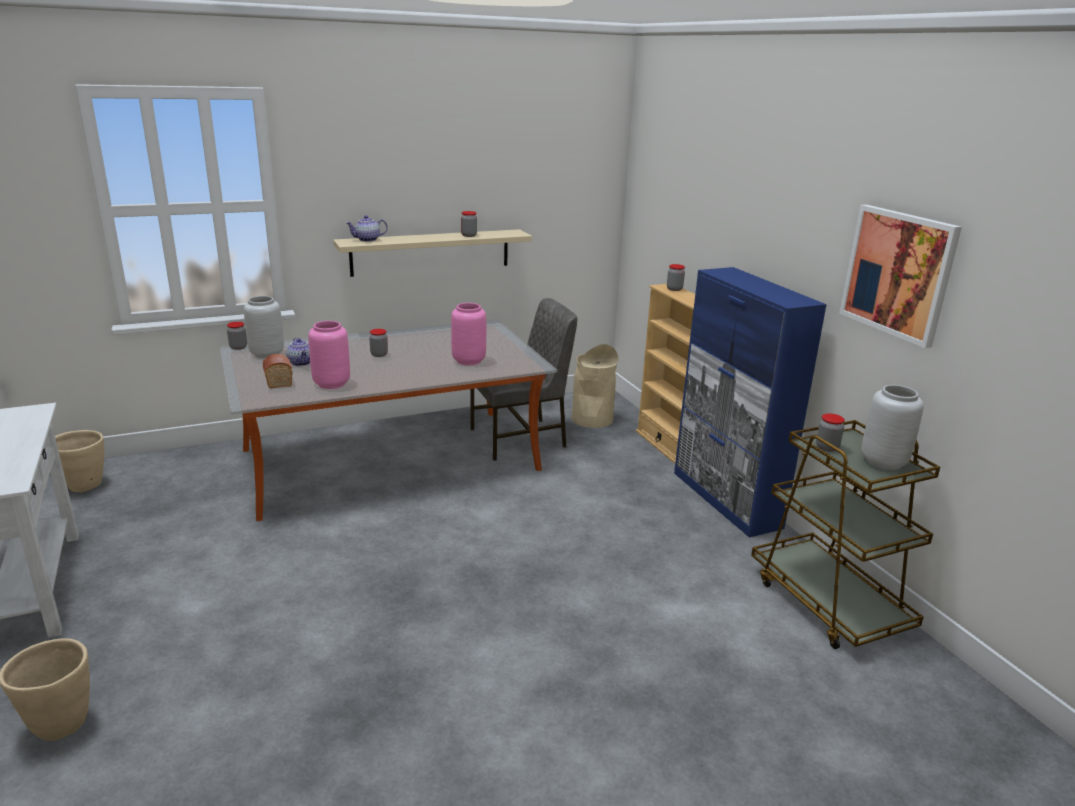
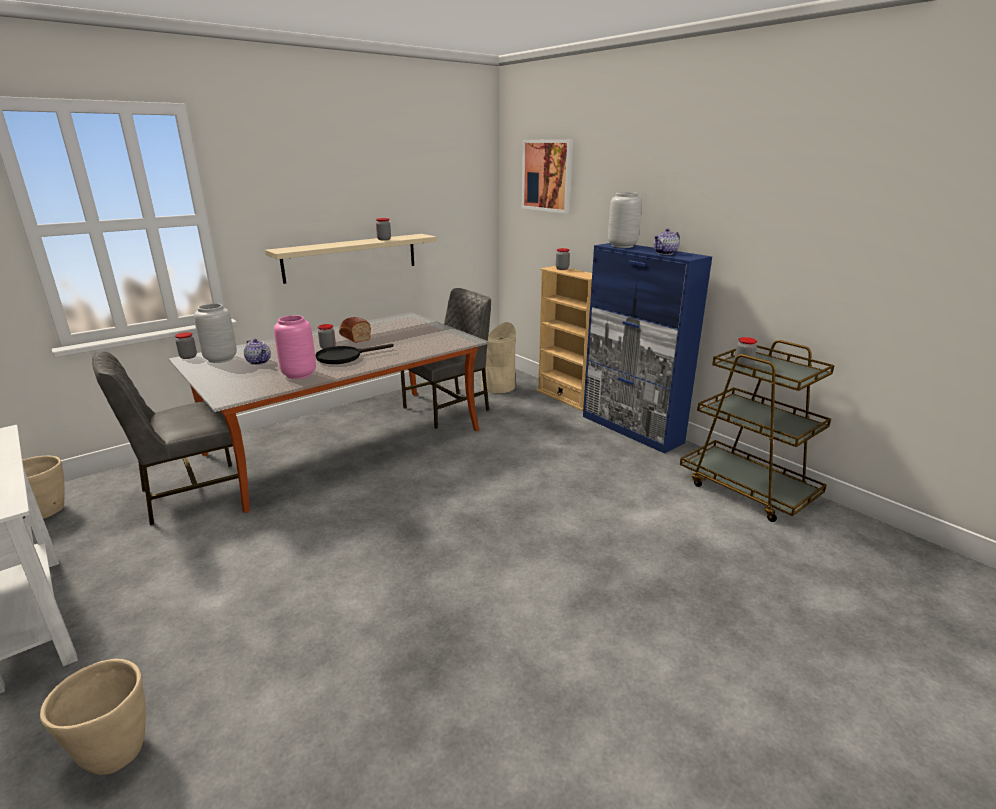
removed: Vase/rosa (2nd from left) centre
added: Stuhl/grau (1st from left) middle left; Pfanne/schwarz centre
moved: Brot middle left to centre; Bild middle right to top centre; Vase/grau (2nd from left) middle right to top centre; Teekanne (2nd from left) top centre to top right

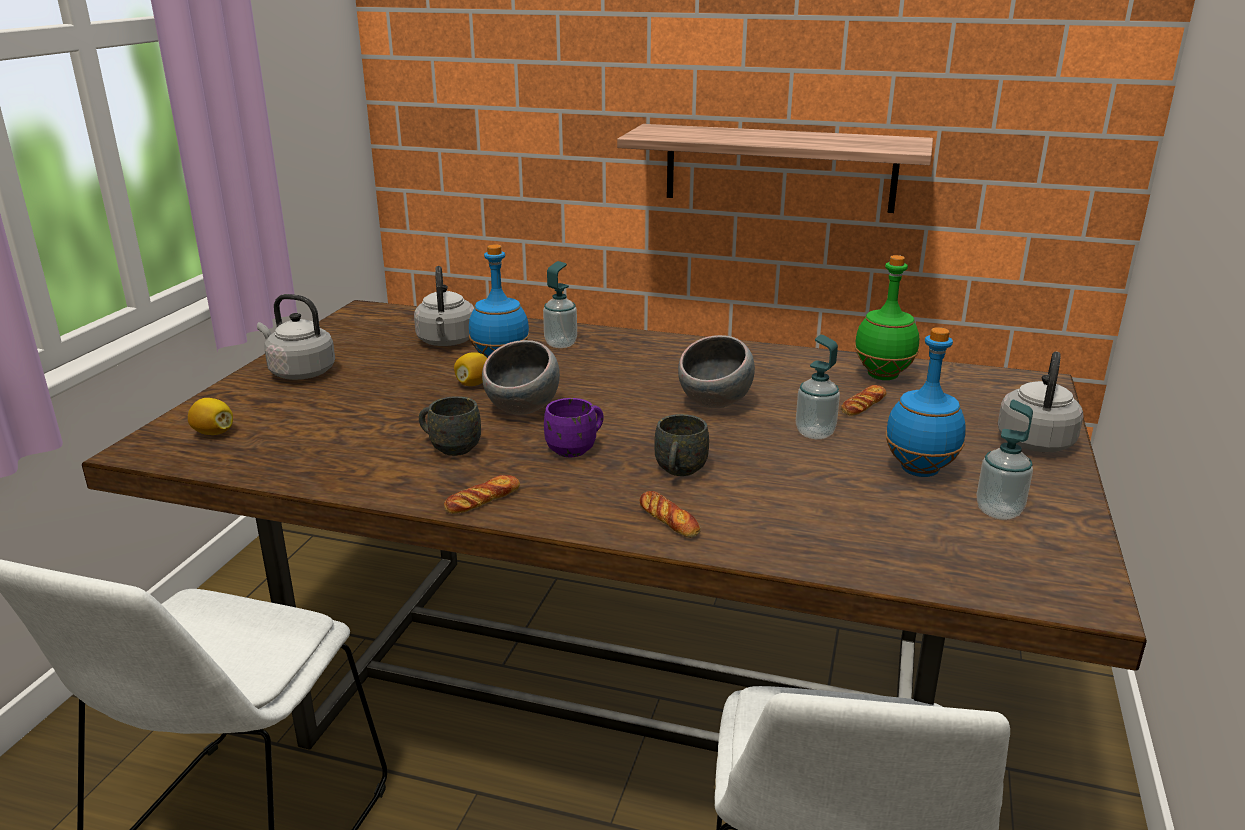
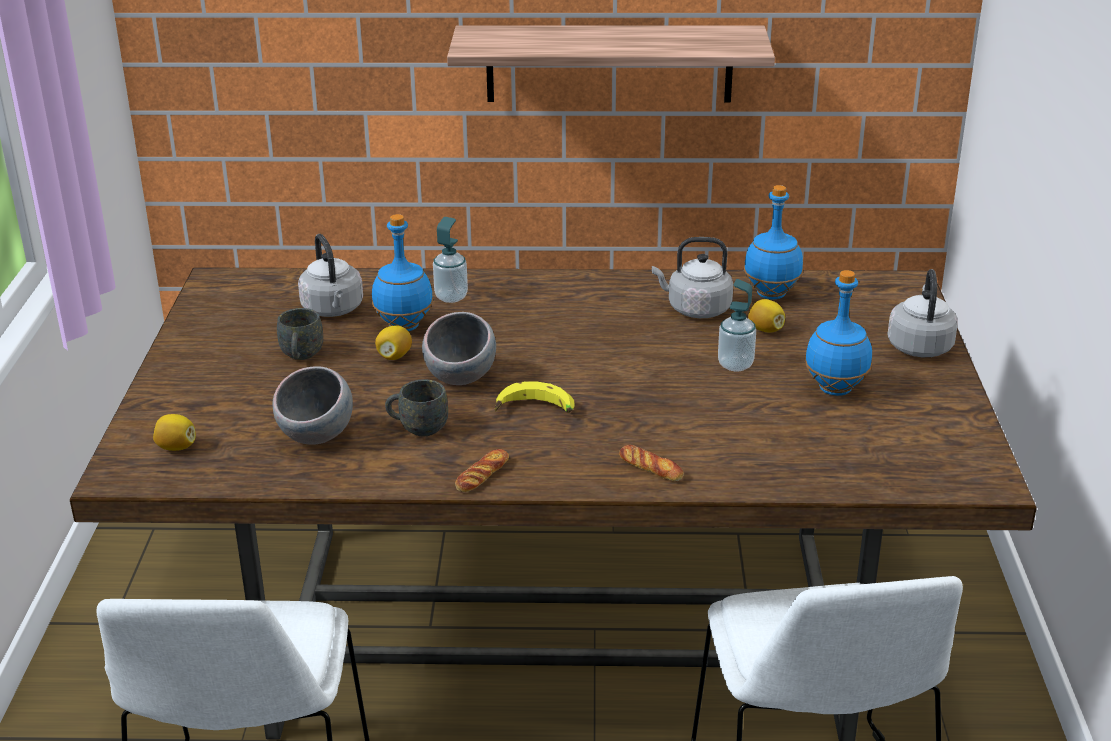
removed: Seifenspender (3rd from left) middle right
moved: Schüssel/grau (2nd from left in the first image) centre to Schüssel/grau (1st from left) middle left; Henkelbecher/grau (2nd from left in the first image) centre to Henkelbecher/grau (1st from left) middle left; Wasserkessel/grau (1st from left in the first image) middle left to Wasserkessel/grau (2nd from left) centre
replaced: Henkelbecher/lila centre to Banane centre; Brot (3rd from left) middle right to Zitrone (3rd from left) middle right
recoloured: Flasche/grün middle right to Flasche/blau (2nd from left) top right

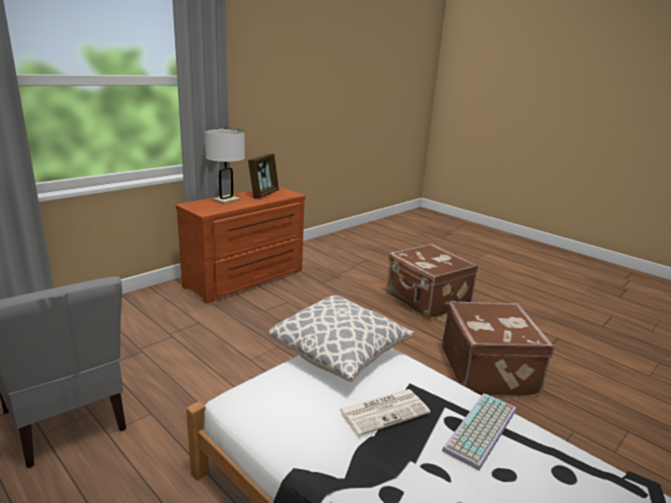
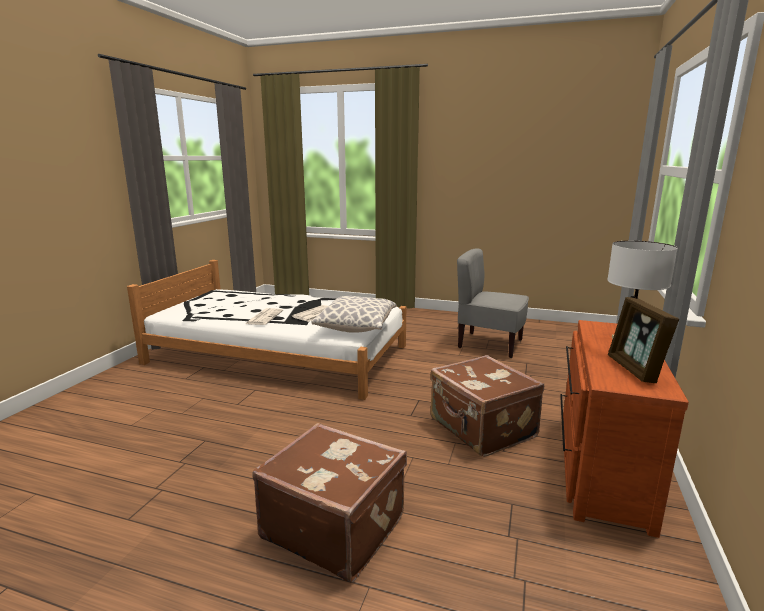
moved: Koffer/braun (2nd from left) bottom right to centre
replaced: Tastatur bottom right to Zeitung (1st from left) centre

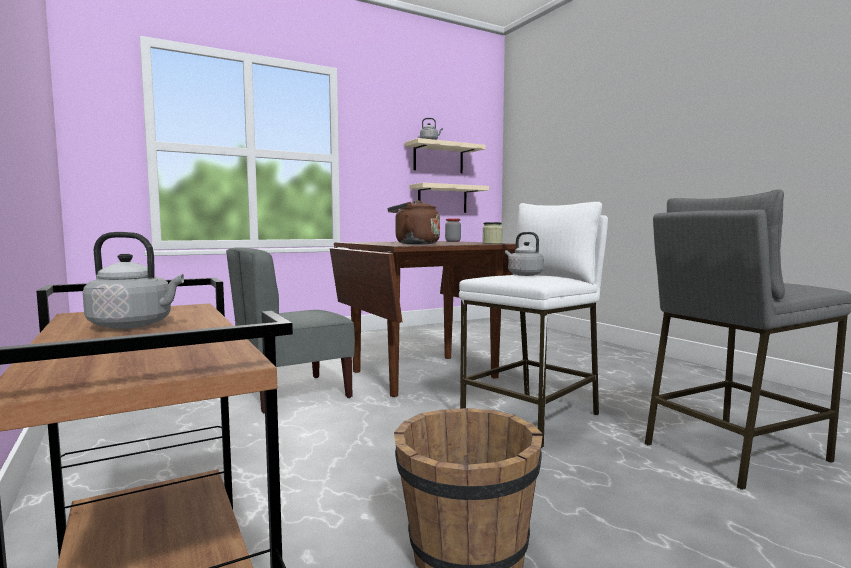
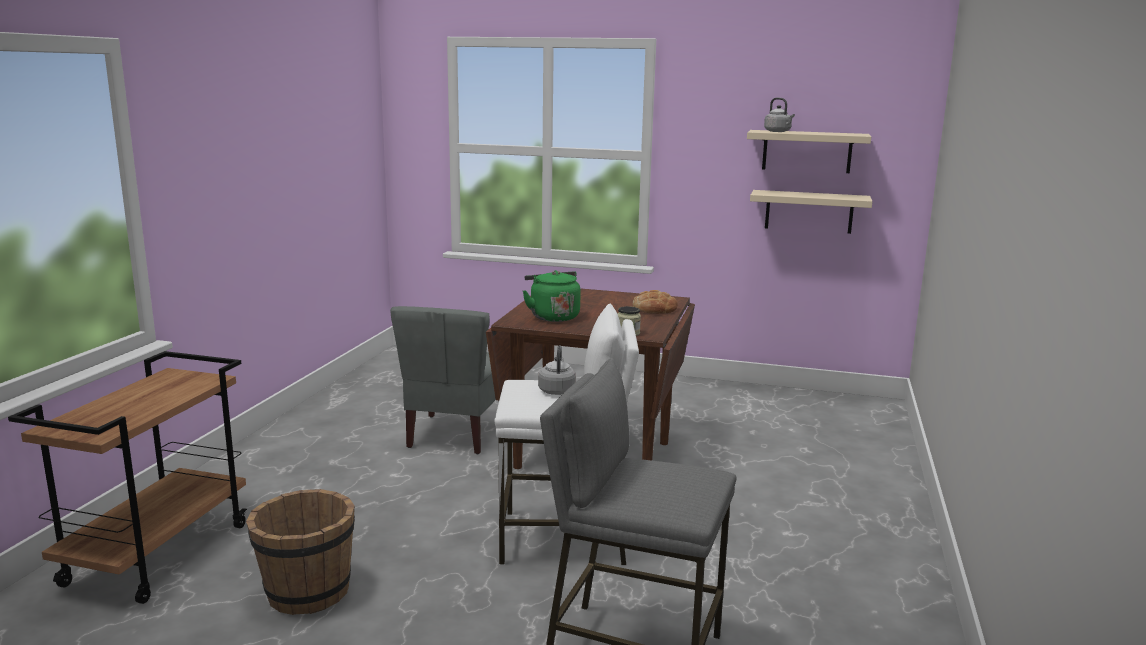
removed: Wasserkessel/grau (1st from left) middle left
replaced: Vorratsglas (1st from left) centre to Brot centre
recoloured: Wasserkessel/braun centre to Wasserkessel/grün centre
turned: Stuhl/grau centre = centre 90 degrees counterclockwise

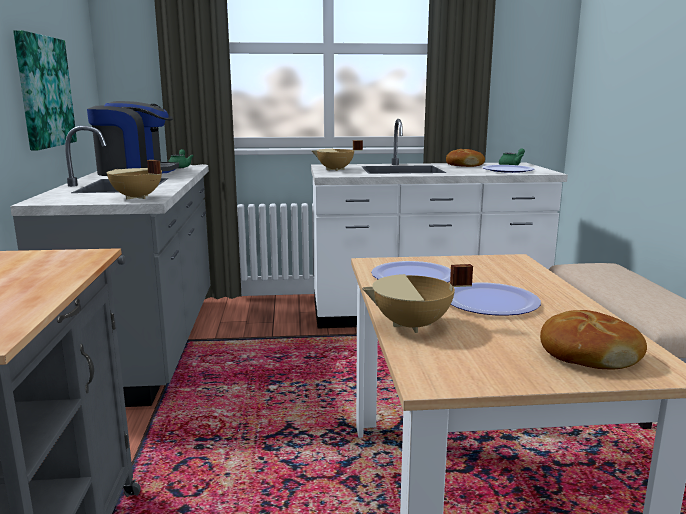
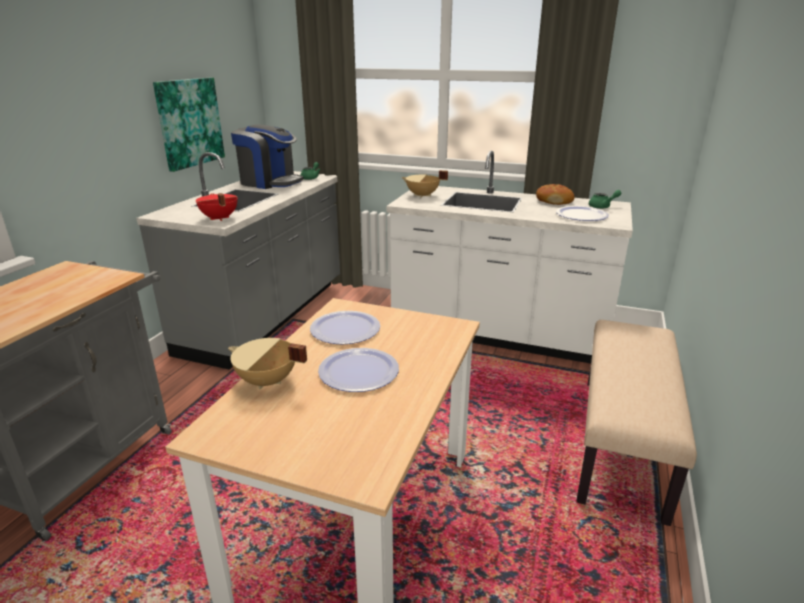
removed: Brot (2nd from left) middle right
recoloured: Kochtopf/beige (1st from left) middle left to Kochtopf/rot middle left

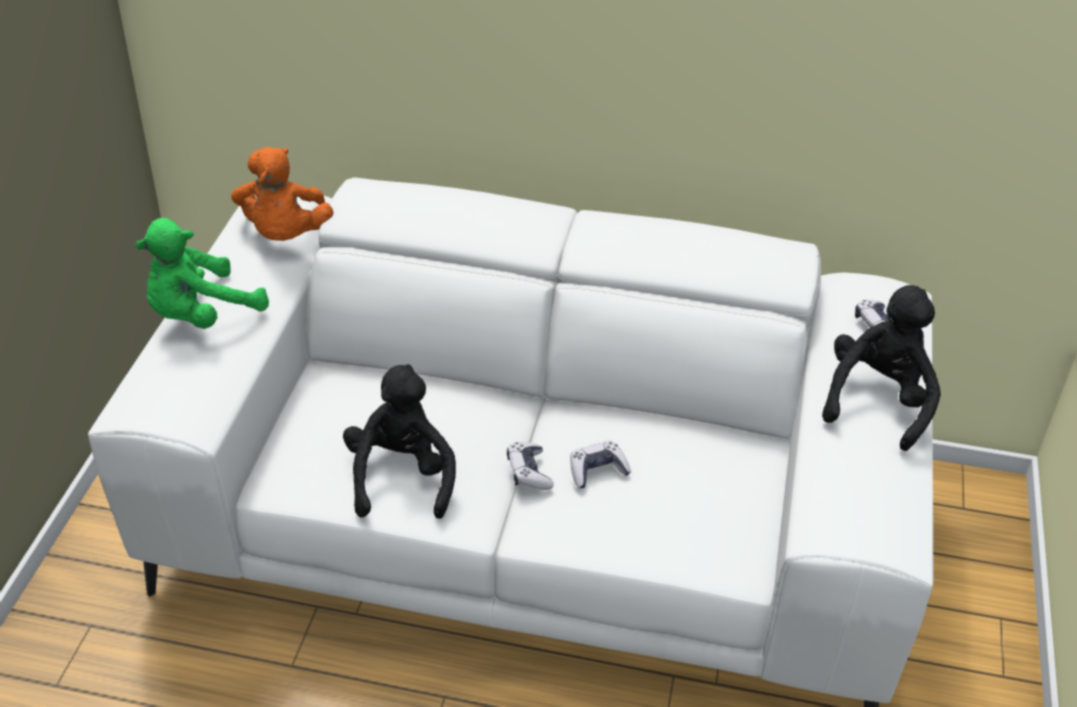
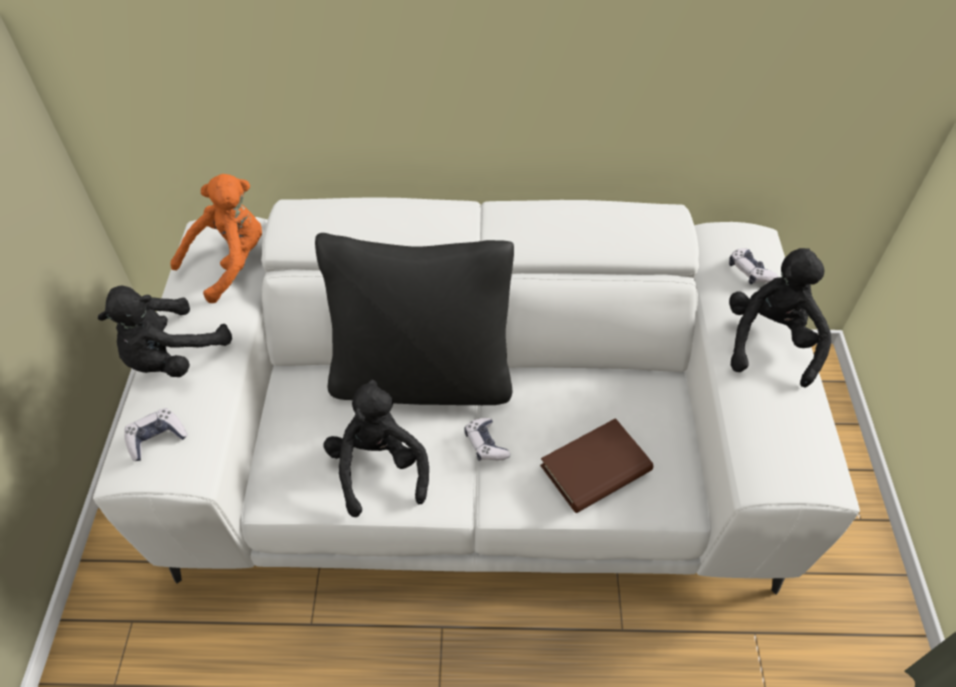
added: Kissen/schwarz centre; Buch/braun bottom centre
moved: Gamepad (2nd from left in the first image) centre to Gamepad (1st from left) middle left
recoloured: Plüschtier/grün middle left to Plüschtier/schwarz (1st from left) middle left
turned: Plüschtier/orange top left = middle left 120 degrees counterclockwise

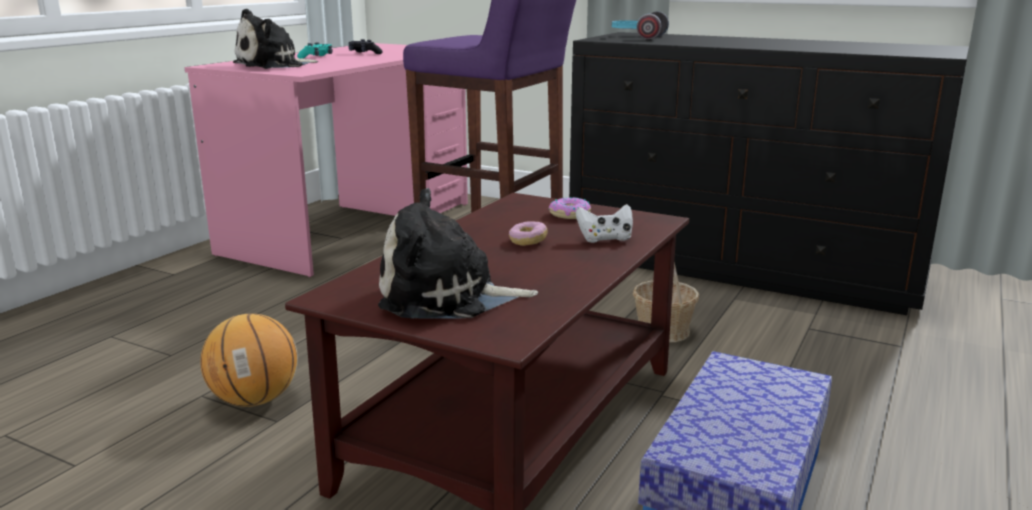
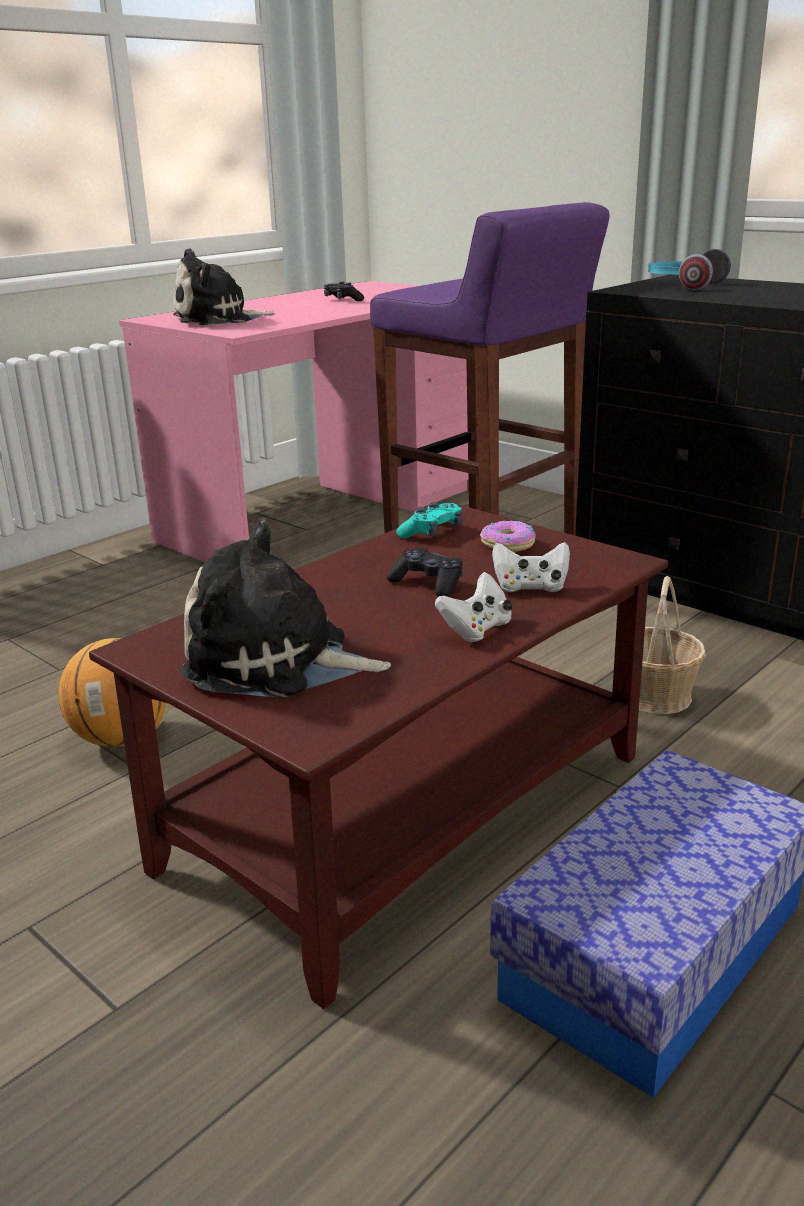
added: Gamepad/weiß (1st from left) centre
moved: Gamepad/türkis top left to centre
replaced: Donut (1st from left) centre to Gamepad/schwarz (2nd from left) centre

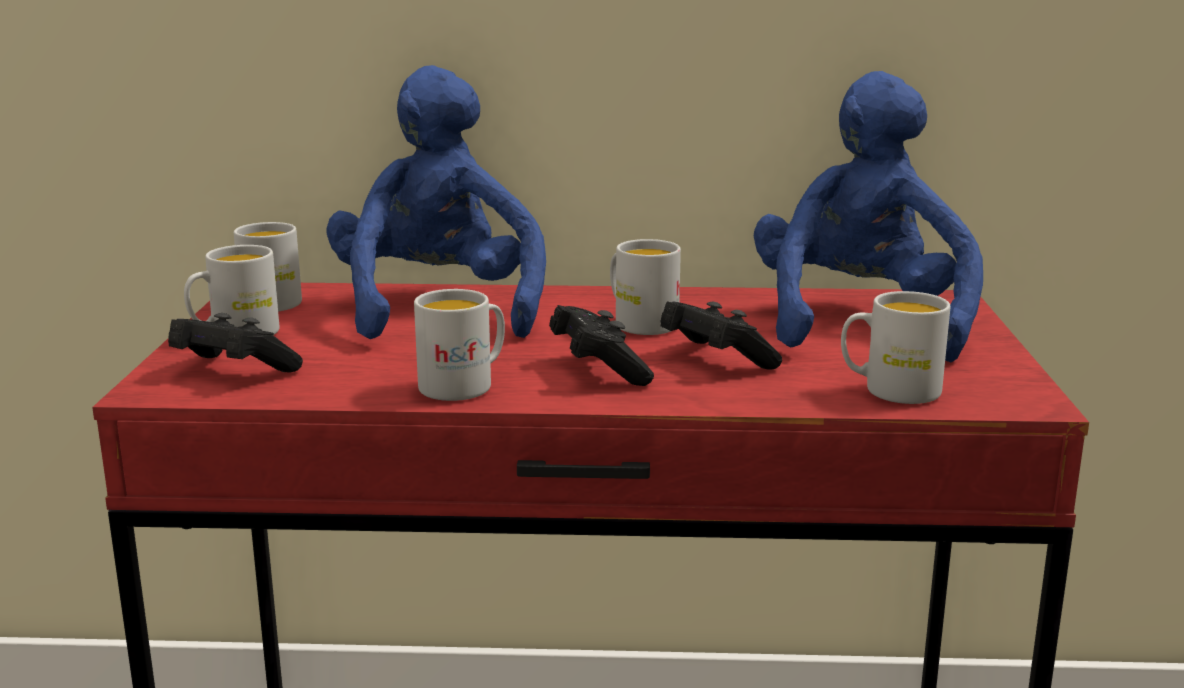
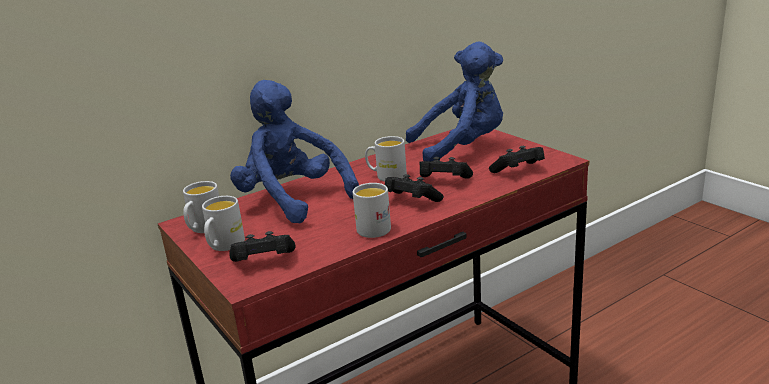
replaced: Henkelbecher/weiß (5th from left) middle right to Gamepad/schwarz (4th from left) middle right
turned: Plüschtier/blau (2nd from left) top right = top centre 105 degrees clockwise

